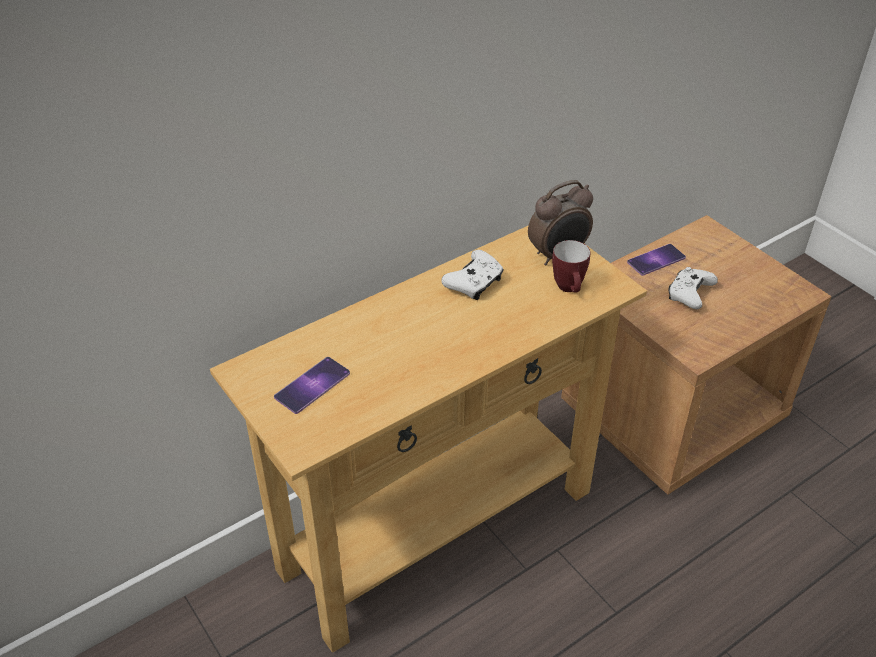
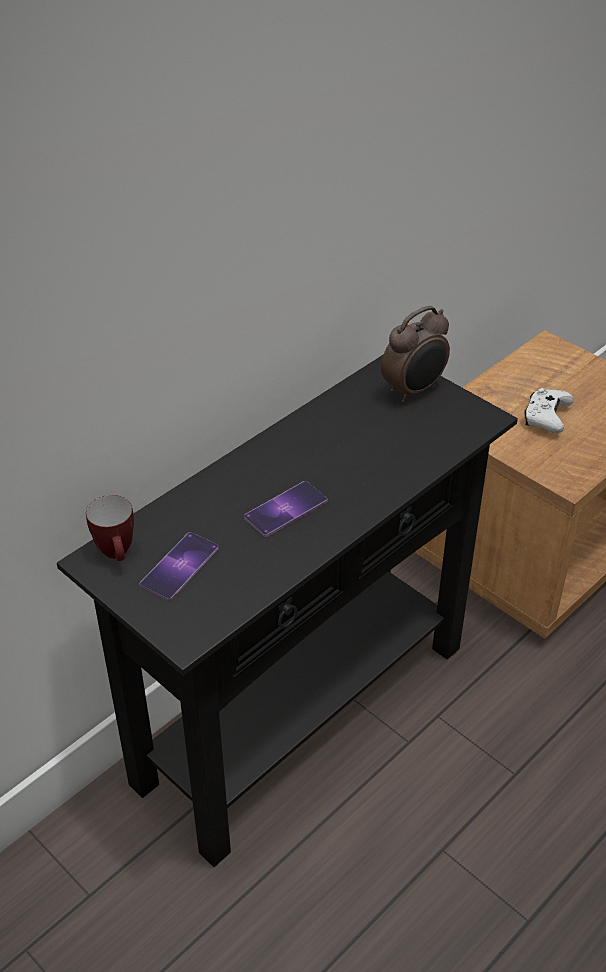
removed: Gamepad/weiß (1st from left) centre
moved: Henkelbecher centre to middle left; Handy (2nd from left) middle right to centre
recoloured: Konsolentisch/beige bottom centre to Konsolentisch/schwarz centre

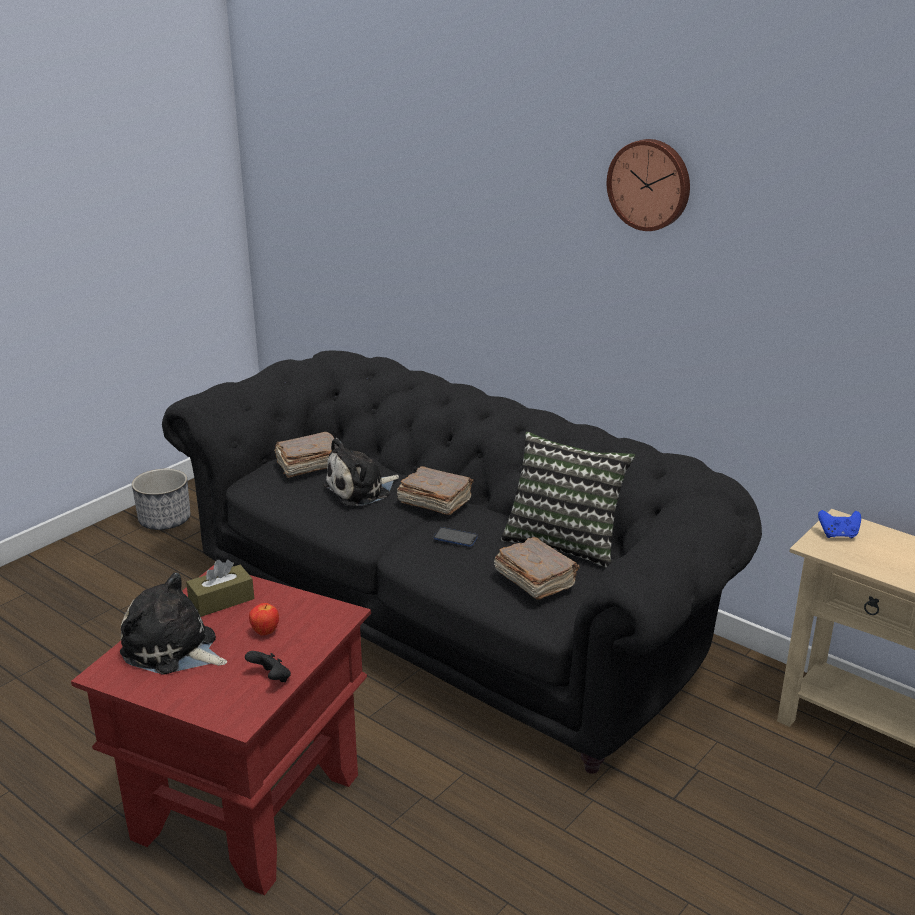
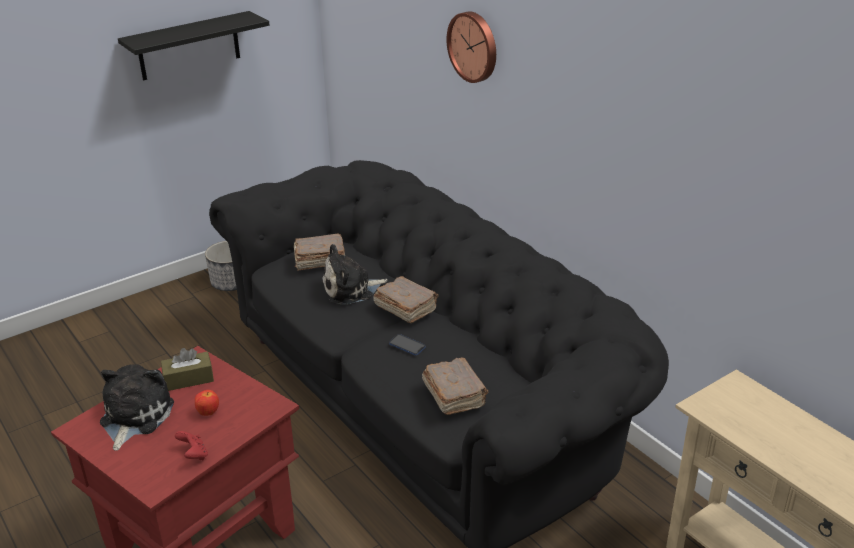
removed: Kissen centre; Gamepad/blau middle right
added: Wandregal/schwarz top left
moved: Wanduhr top right to top centre
recoloured: Gamepad/schwarz bottom left to Gamepad/rot bottom left
turned: Plüschtier (1st from left) bottom left = bottom left 60 degrees clockwise

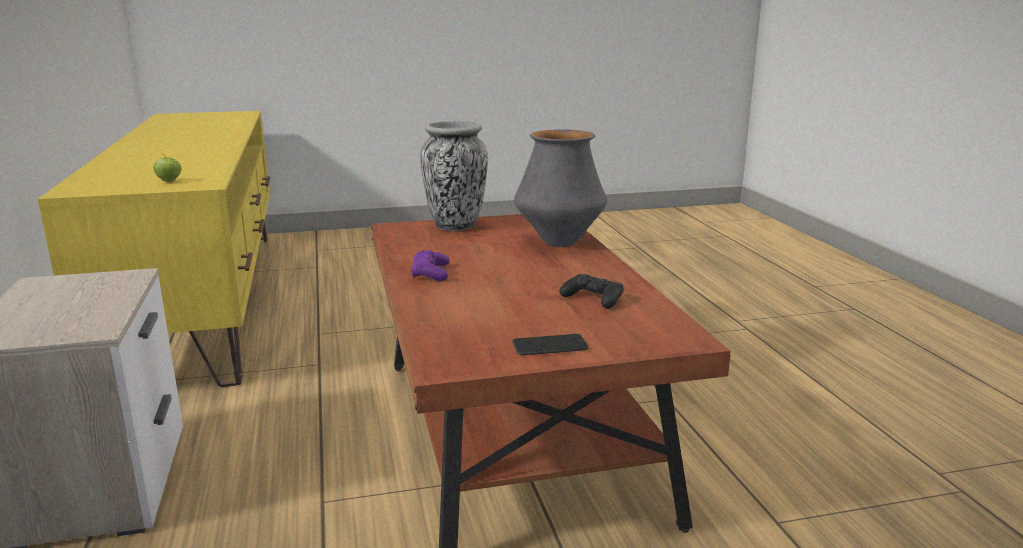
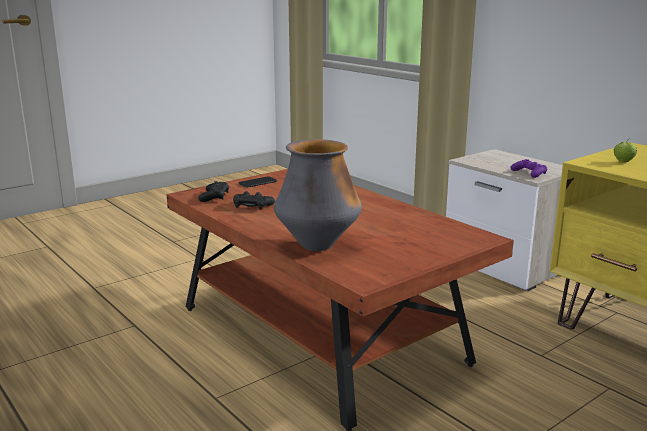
removed: Vase (1st from left) top centre
added: Gamepad/schwarz (1st from left) middle left
moved: Gamepad/lila centre to middle right

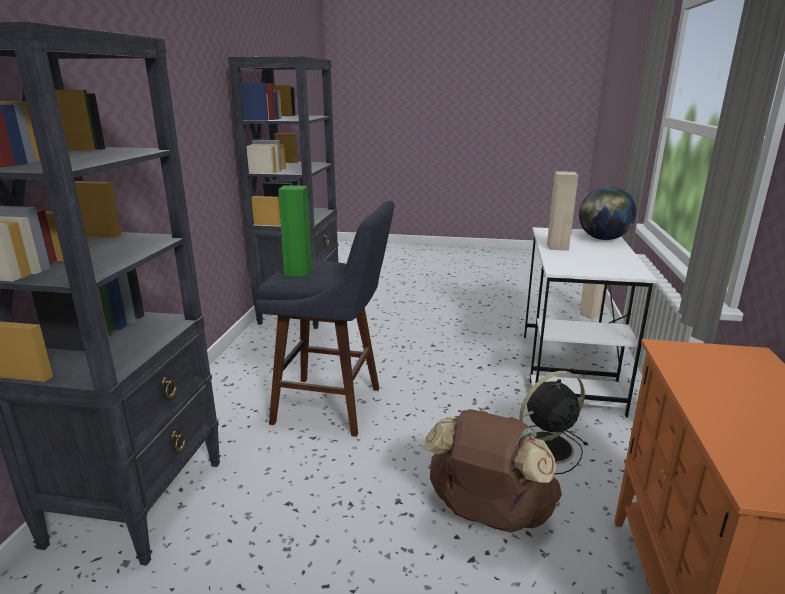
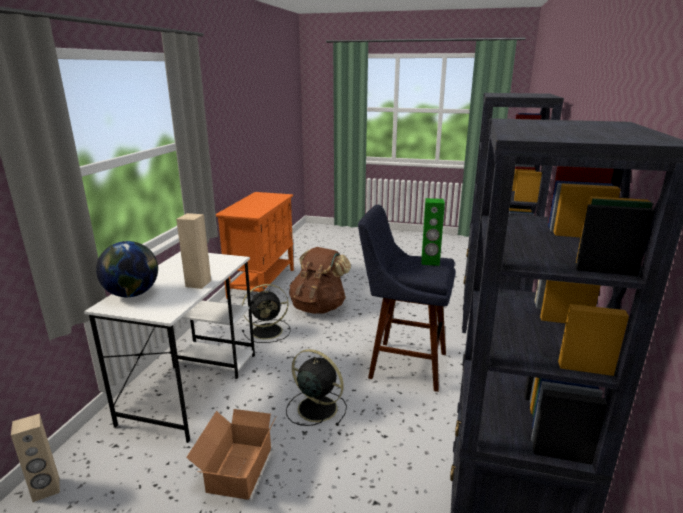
added: Karton bottom centre; Ventilator/schwarz (2nd from left) bottom centre

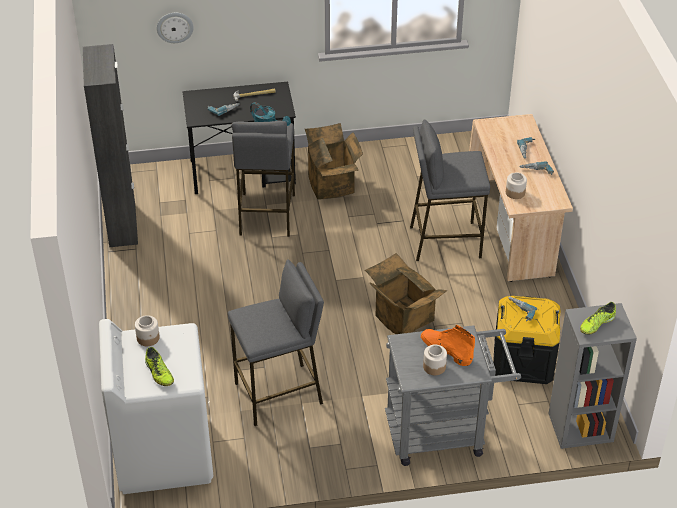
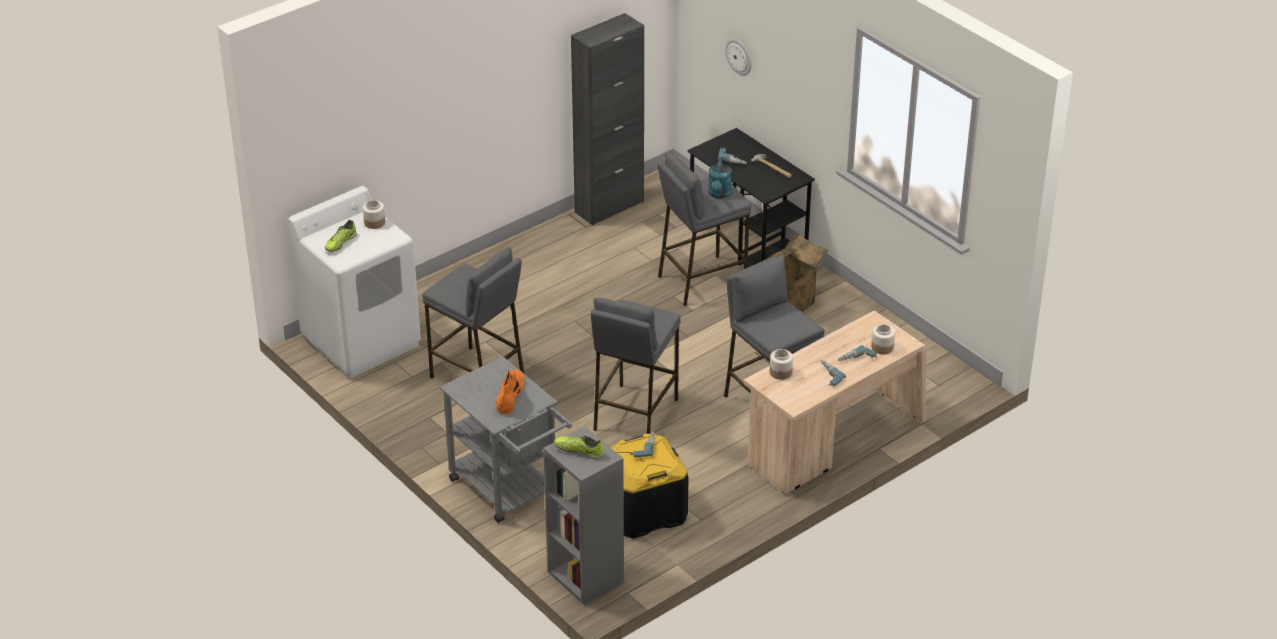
moved: Vorratsglas (2nd from left in the first image) bottom centre to Vorratsglas (3rd from left) middle right
replaced: Karton (2nd from left) centre to Hocker/grau (2nd from left) centre

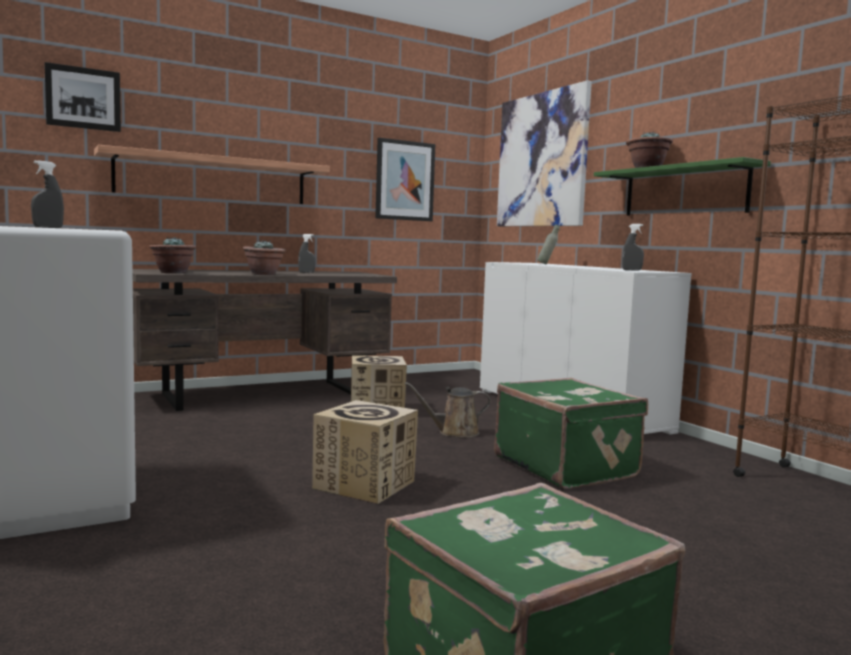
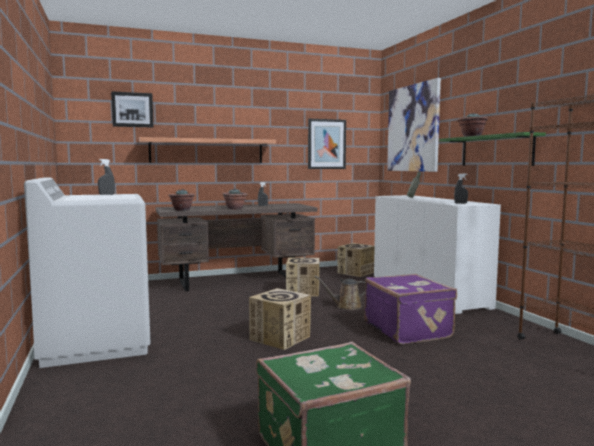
added: Karton (3rd from left) centre
recoloured: Koffer/grün (2nd from left) middle right to Koffer/lila bottom right

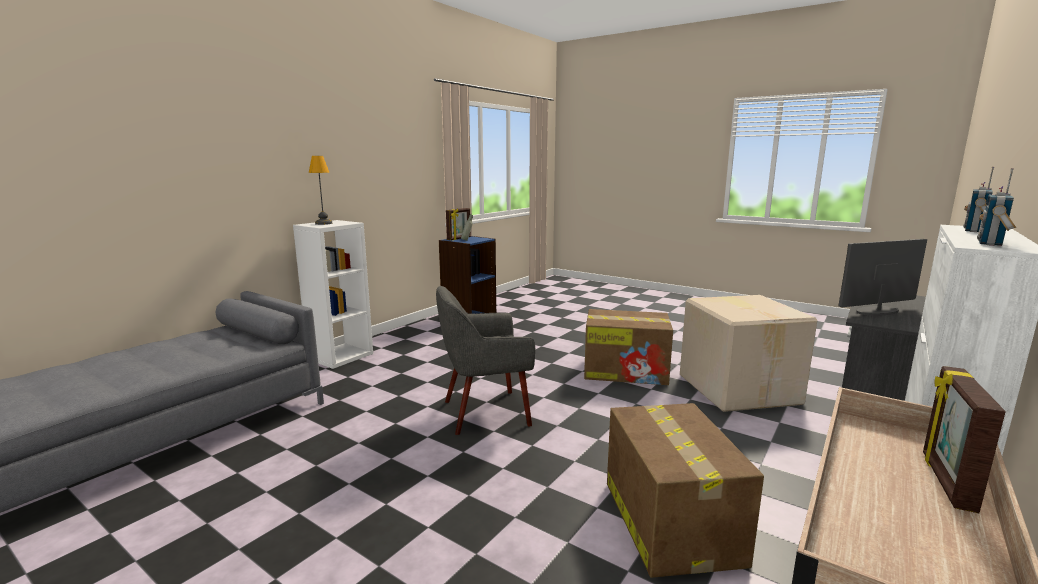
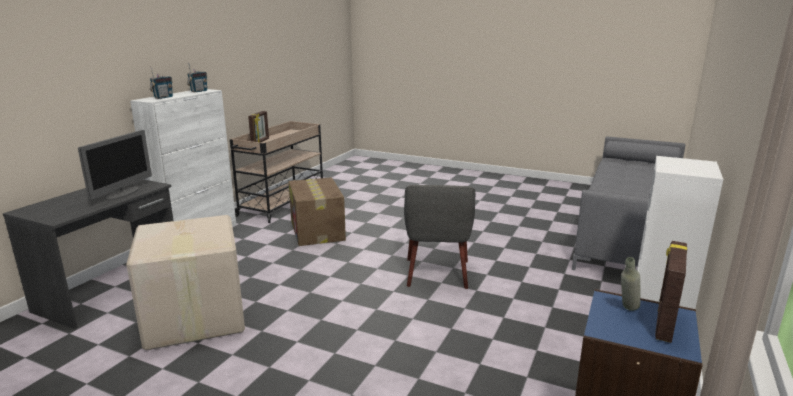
removed: Tischlampe top left; Karton (1st from left) centre
turned: Monitor middle right = middle left 45 degrees counterclockwise; Sessel/grau centre = centre 120 degrees clockwise

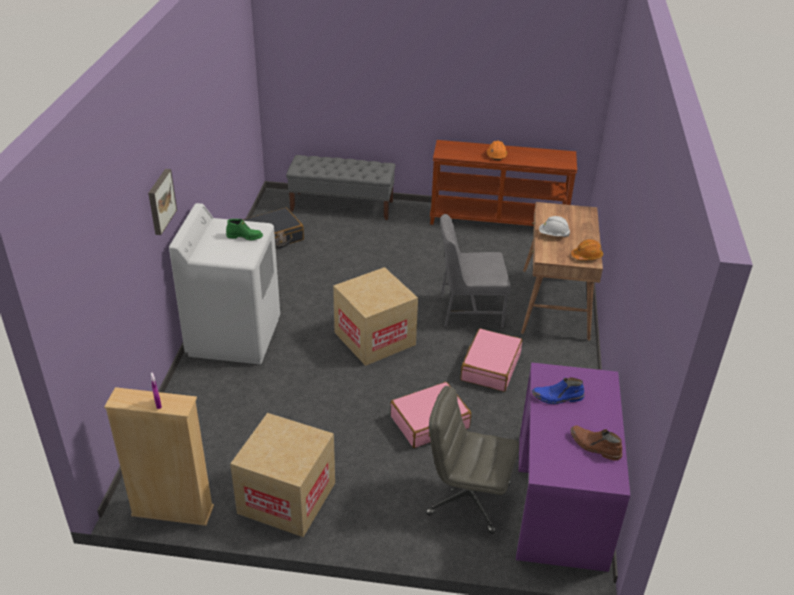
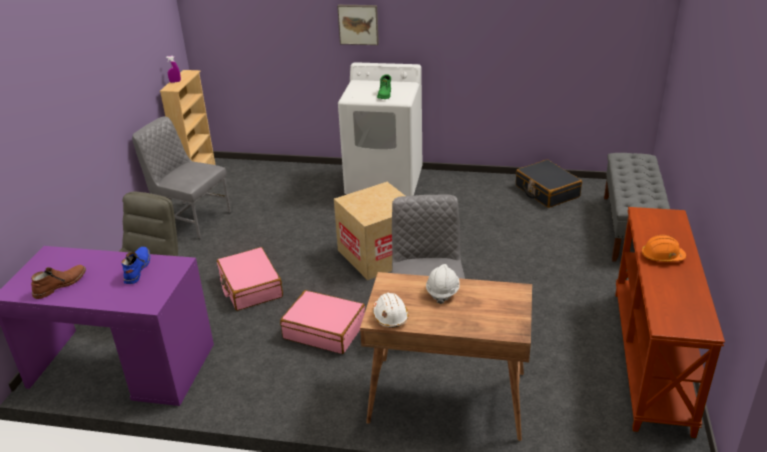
replaced: Karton (1st from left) bottom centre to Stuhl/grau (1st from left) middle left
recoloured: Schutzhelm/orange (2nd from left) middle right to Schutzhelm/weiß (1st from left) bottom centre

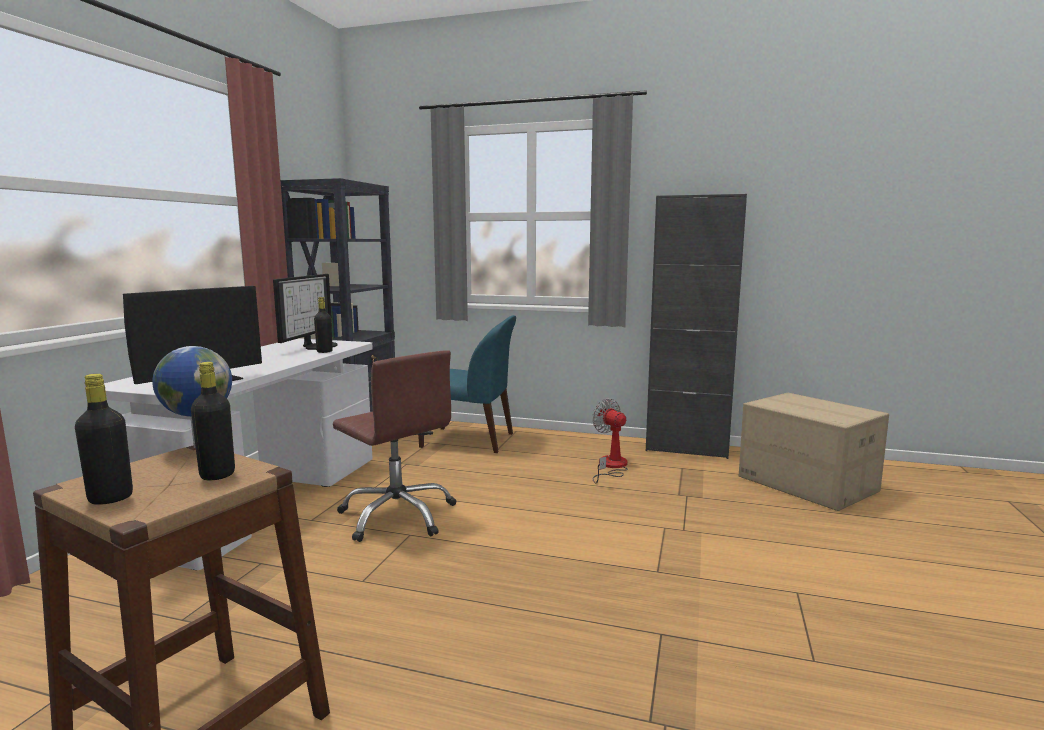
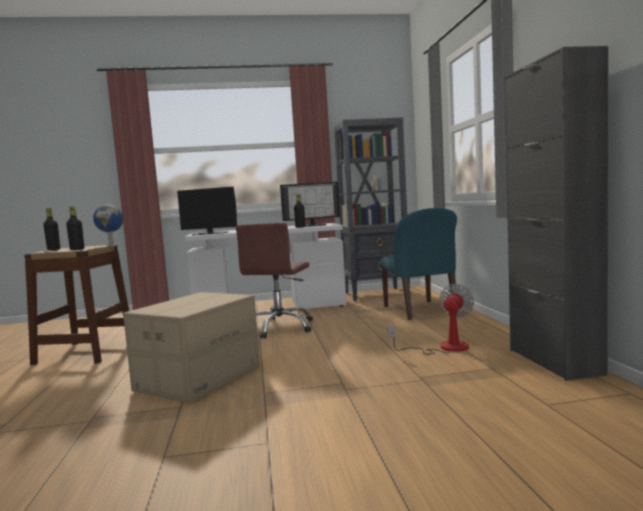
moved: Karton middle right to bottom left

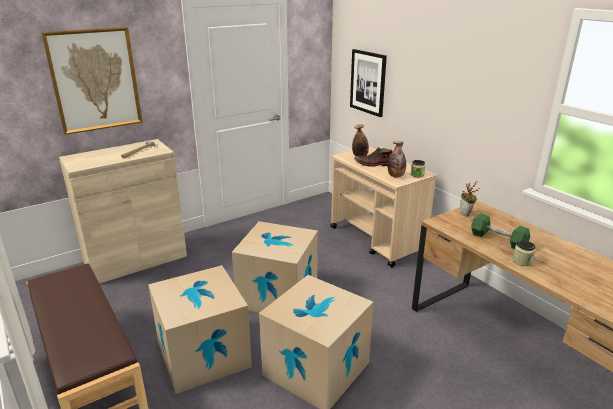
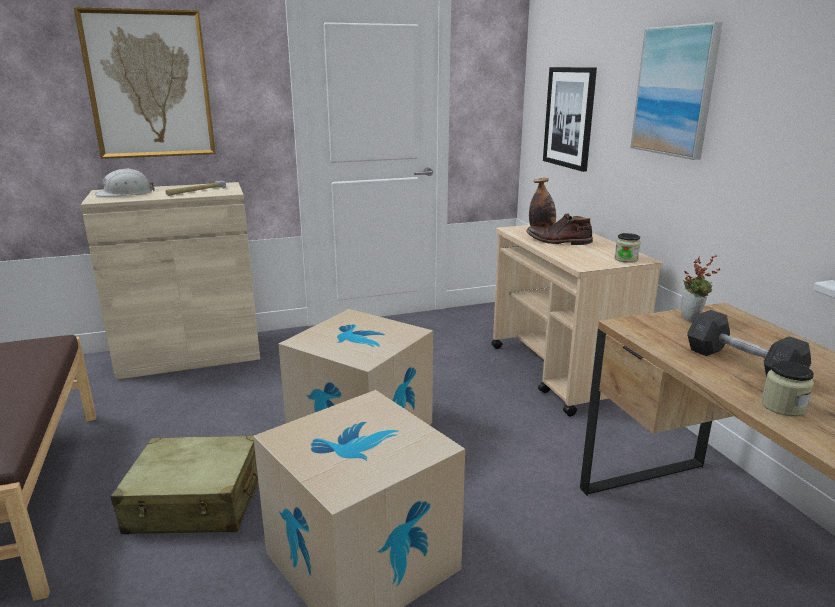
removed: Flasche (2nd from left) centre
added: Schutzhelm/weiß top left; Bild (3rd from left) top right
replaced: Karton (1st from left) bottom left to Koffer/beige bottom left
recoloured: Hantel/grün middle right to Hantel/grau middle right

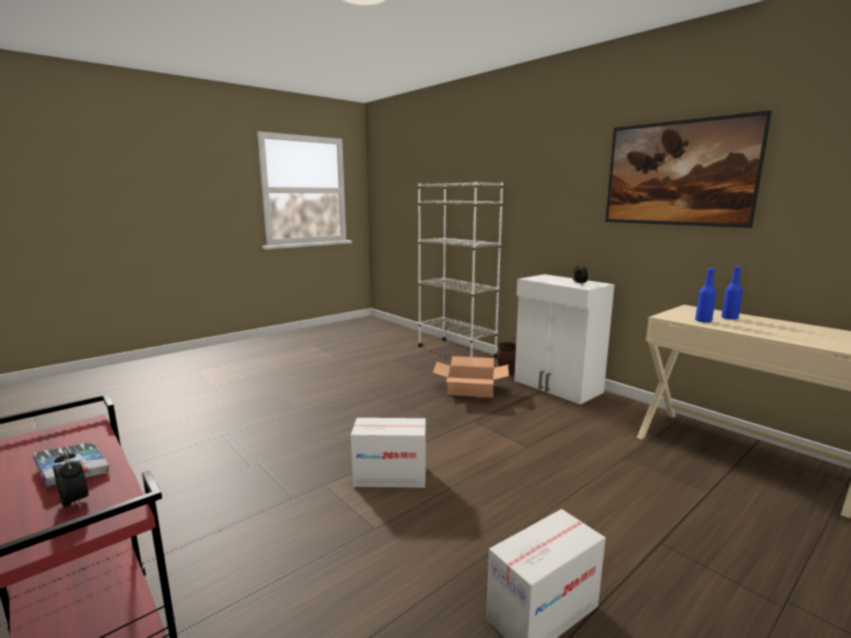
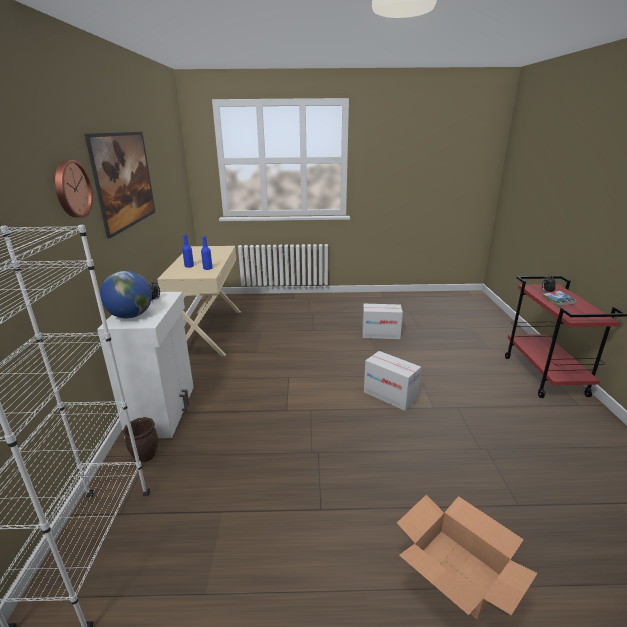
added: Wanduhr top left; Globus middle left
moved: Karton (2nd from left in the first image) centre to Karton (3rd from left) bottom right

